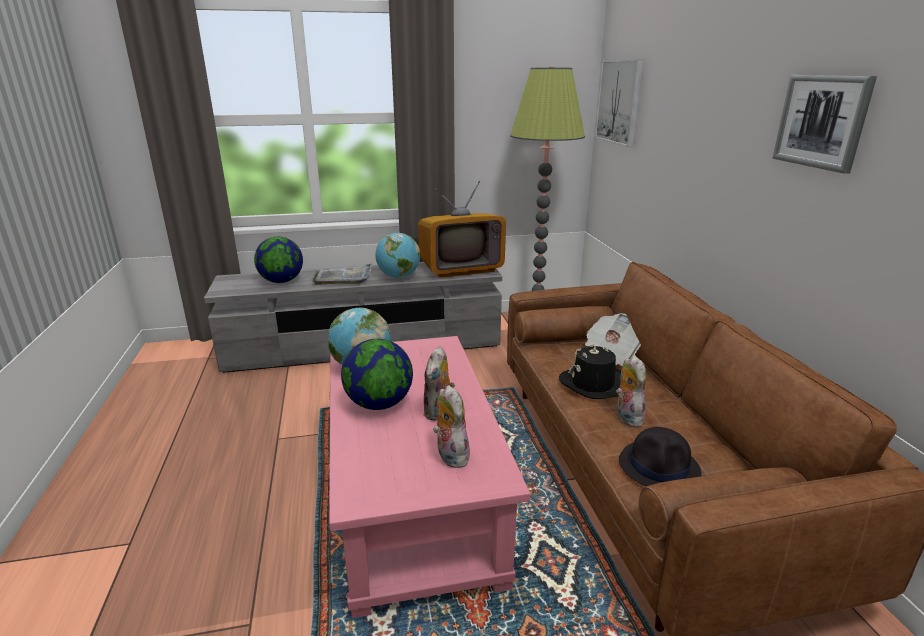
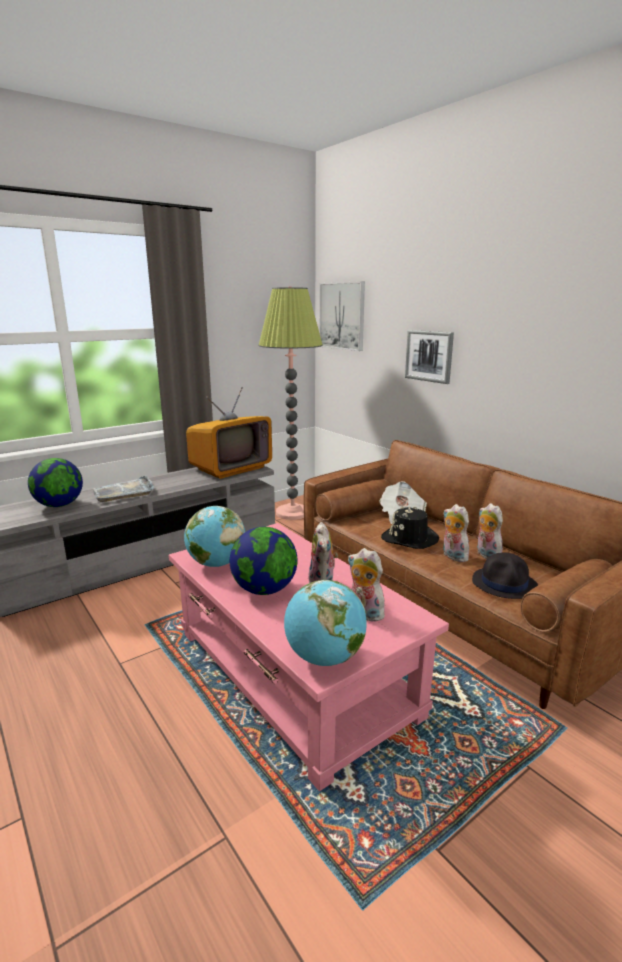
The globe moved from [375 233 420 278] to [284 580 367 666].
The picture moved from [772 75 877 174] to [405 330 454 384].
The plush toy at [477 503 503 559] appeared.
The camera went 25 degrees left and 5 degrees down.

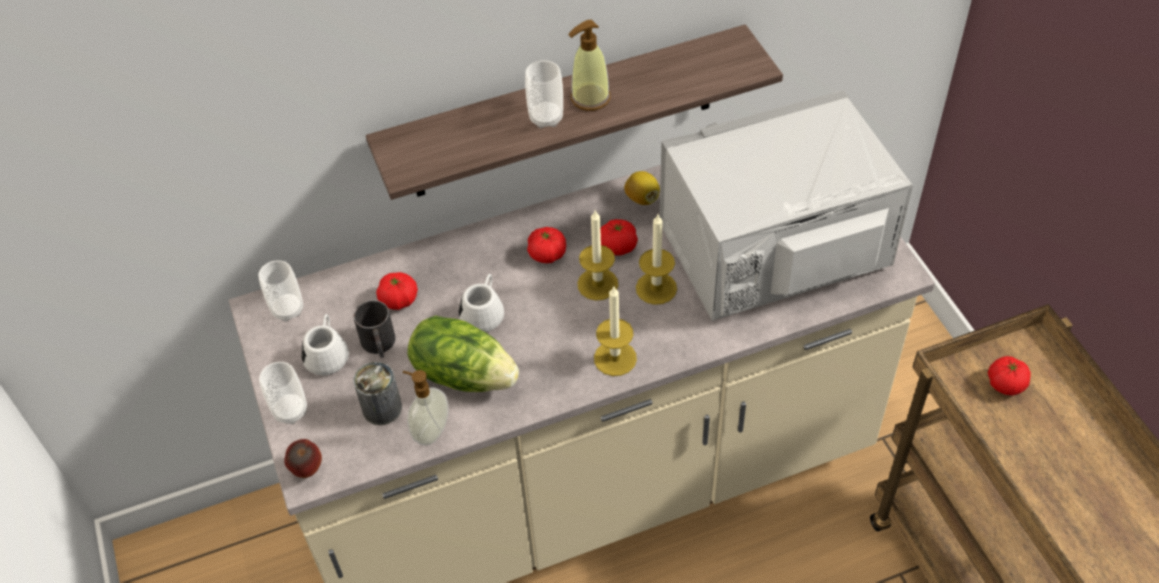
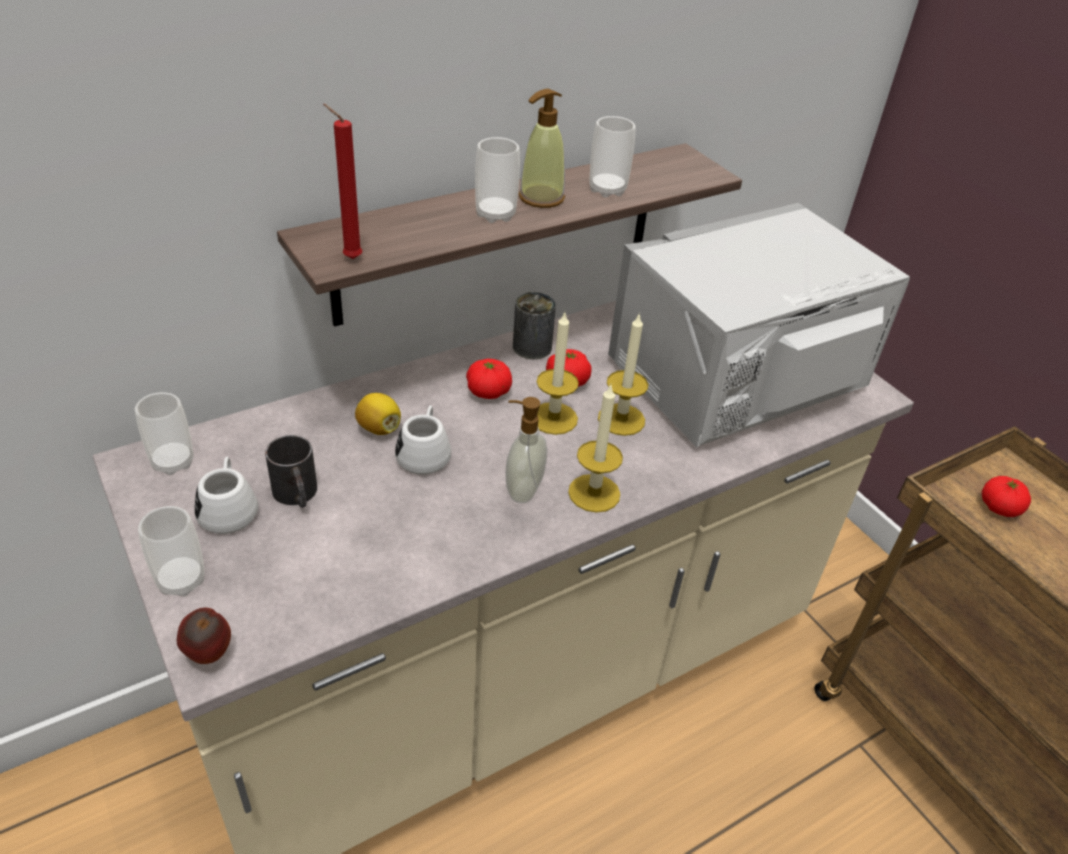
The red candle at [323 104 362 259] appeared.
The lemon moved from [624 171 660 205] to [355 393 401 435].
The soap dispenser moved from [402 370 449 446] to [505 397 548 504].
The can moved from [353 362 402 425] to [513 292 556 359].
The cup at [590 116 636 198] appeared.
The tomato at [376 272 418 310] disappeared.
The lettuce at [407 315 519 392] disappeared.
The camera went 15 degrees left and 10 degrees down.

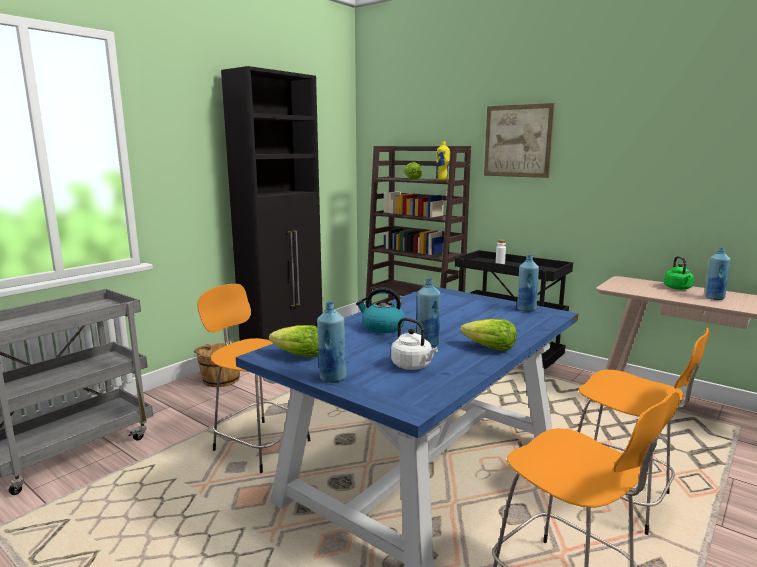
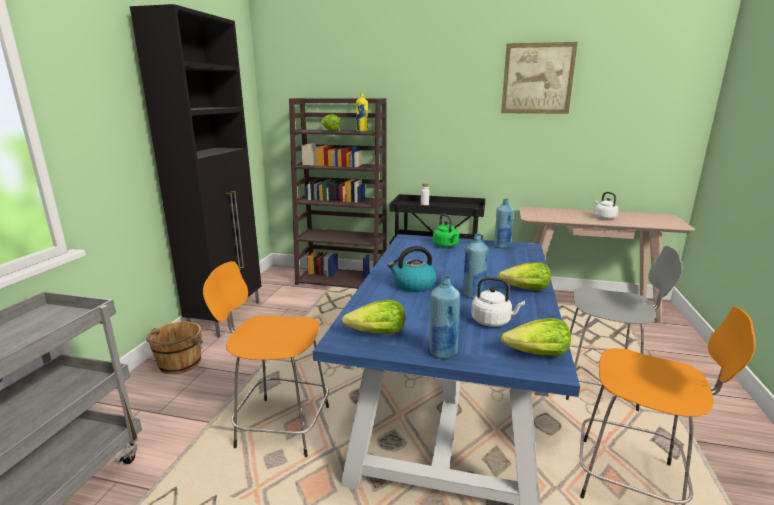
The green kettle moved from [664 256 694 290] to [433 214 459 247].
The picture moved from [484 103 555 178] to [501 42 578 114].
The lettuce at [501 318 571 356] appeared.
The orange stool at [577 328 710 535] became the grey stool at [566 246 683 411].
The blue bottle at [705 247 731 300] was replaced by the white kettle at [594 192 618 219].
The camera went 25 degrees left and 5 degrees up.

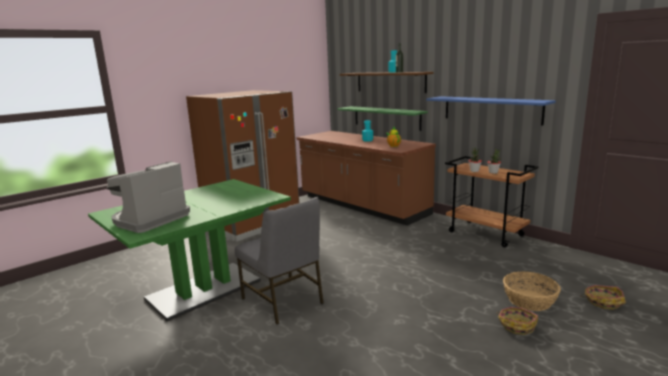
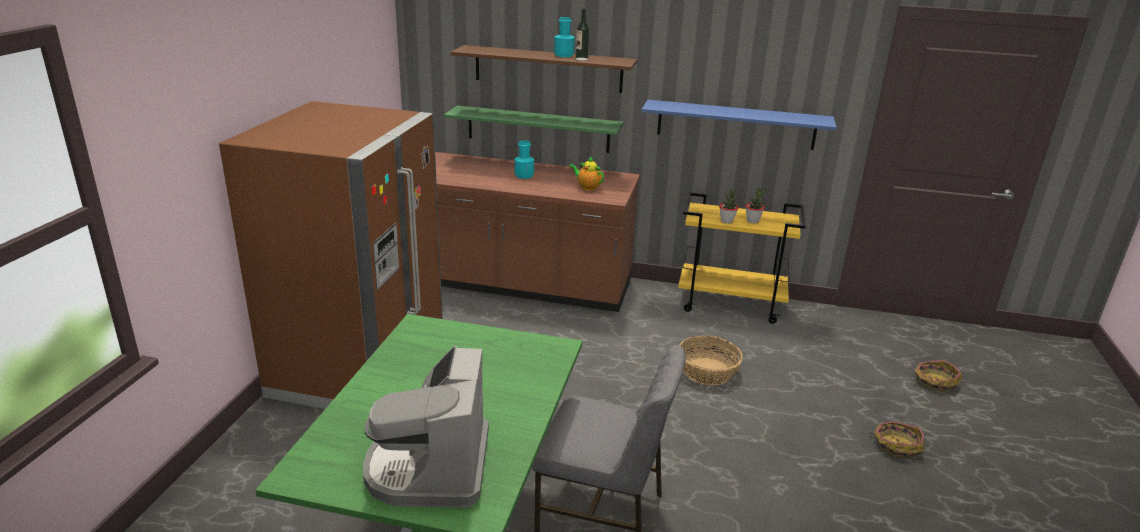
The brown cart at [445 156 539 247] became the yellow cart at [678 192 806 324].
The basket moved from [503 271 561 311] to [679 335 743 385].
The camera went 35 degrees left and 10 degrees up.

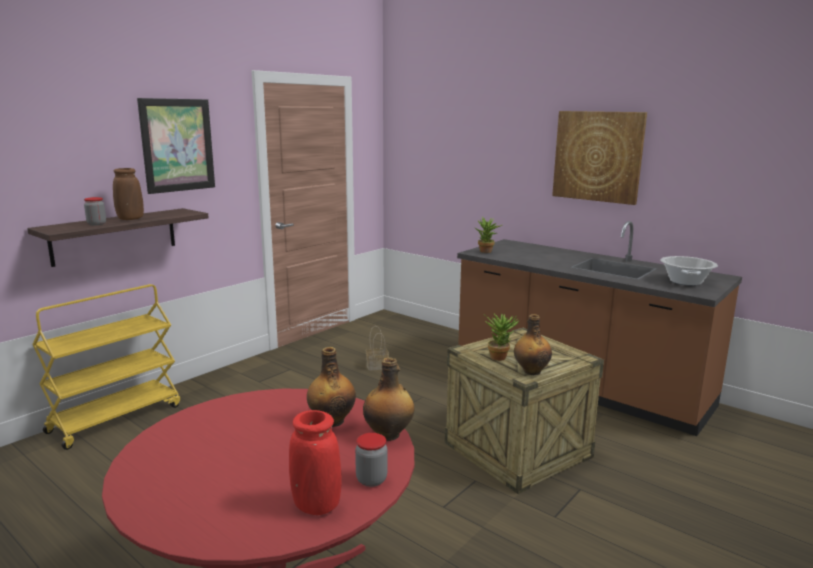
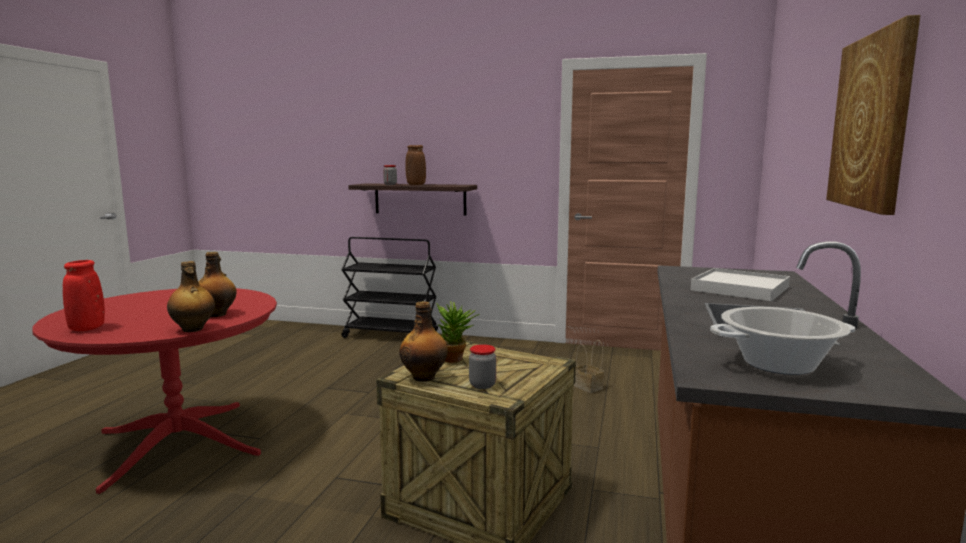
The yellow cart at [32 284 180 450] became the black cart at [341 237 438 338].
The jar moved from [355 433 387 487] to [469 344 496 389].
The white tray at [690 268 790 301] appeared.
The picture at [137 98 215 194] disappeared.
The potted plant at [475 217 502 253] disappeared.
The camera went 65 degrees right and 5 degrees down.

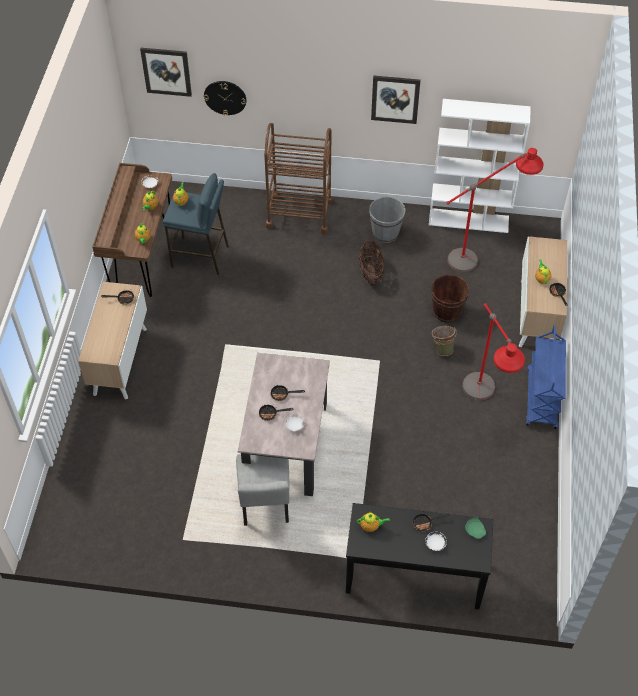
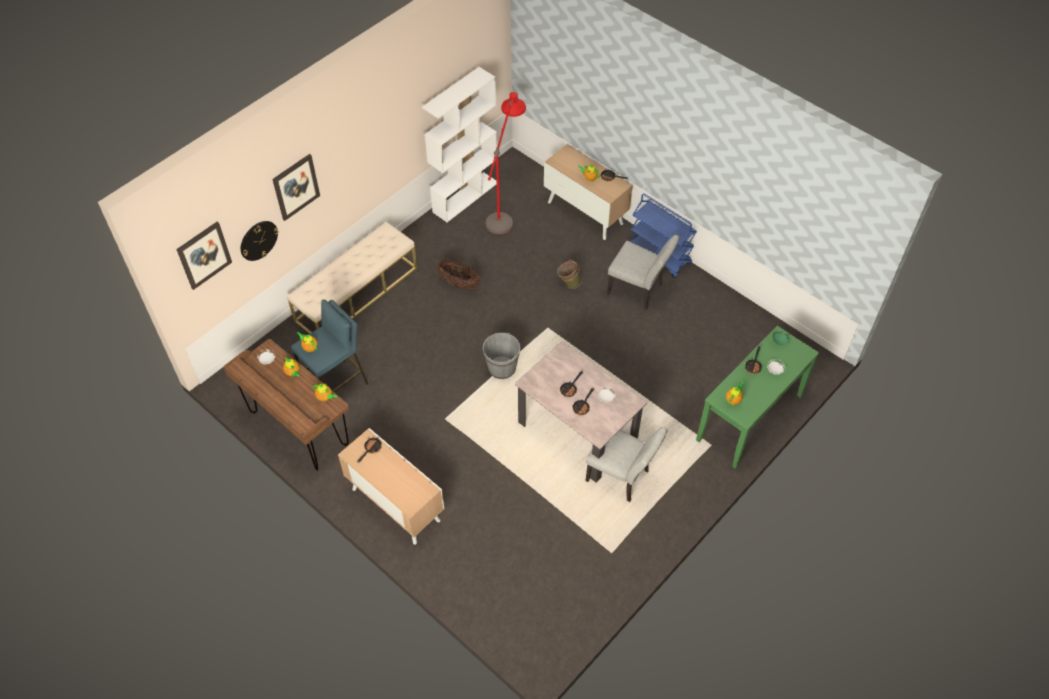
The picture moved from [371 75 421 124] to [272 154 320 221].
The brown cart at [264 123 333 234] was replaced by the beige bench at [287 222 417 334].
The grey bucket moved from [369 197 405 243] to [483 333 520 379].
The red floor lamp at [462 303 525 400] was replaced by the grey chair at [607 235 680 310].
The black console table at [346 503 493 610] became the green console table at [696 326 819 469].
The brown bucket at [431 274 469 322] disappeared.
The camera went 55 degrees left and 0 degrees up.

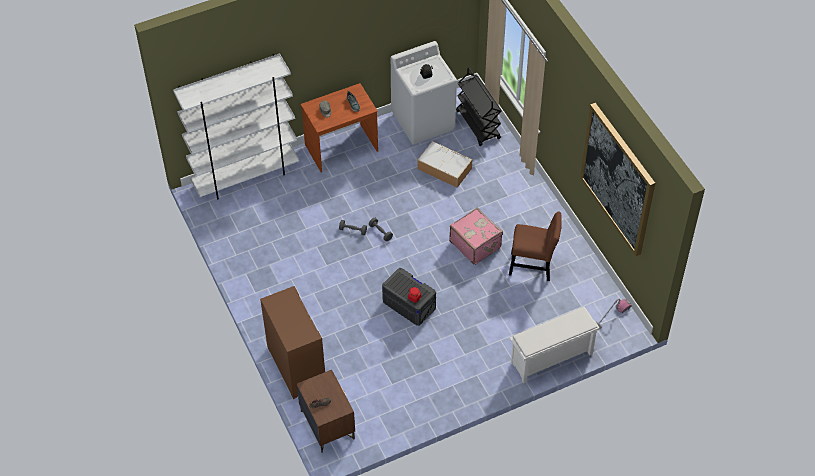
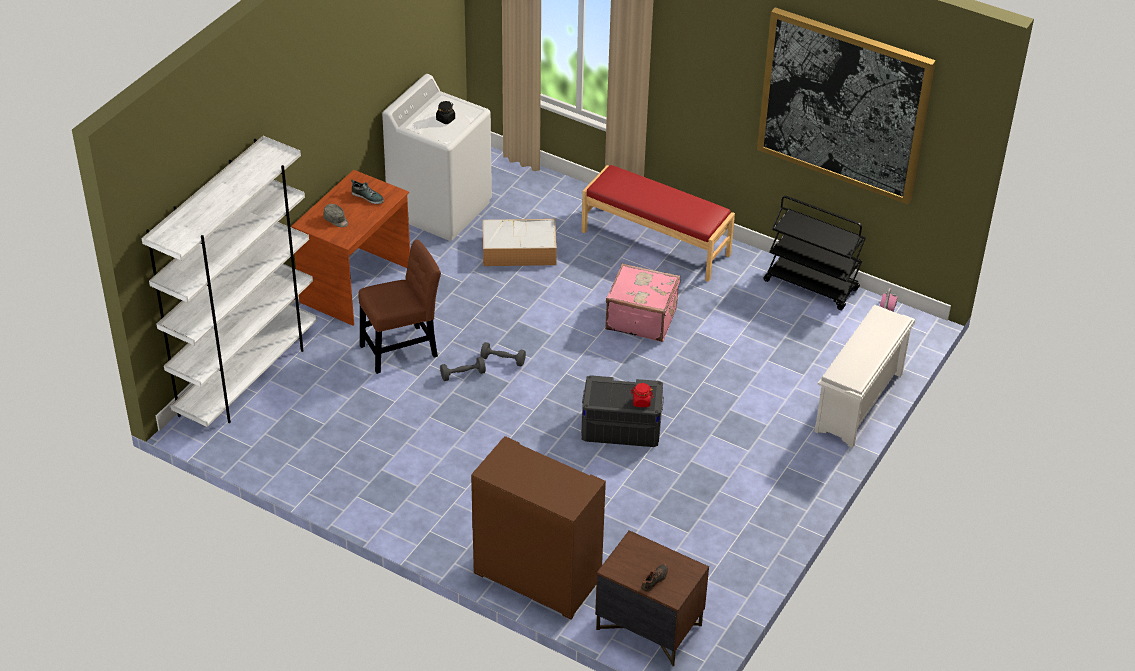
The brown chair moved from [509 211 562 281] to [358 240 441 374].
The red bench at [582 165 735 282] appeared.
The black cart moved from [456 67 502 146] to [763 196 866 310].
The camera went 35 degrees left and 10 degrees down.

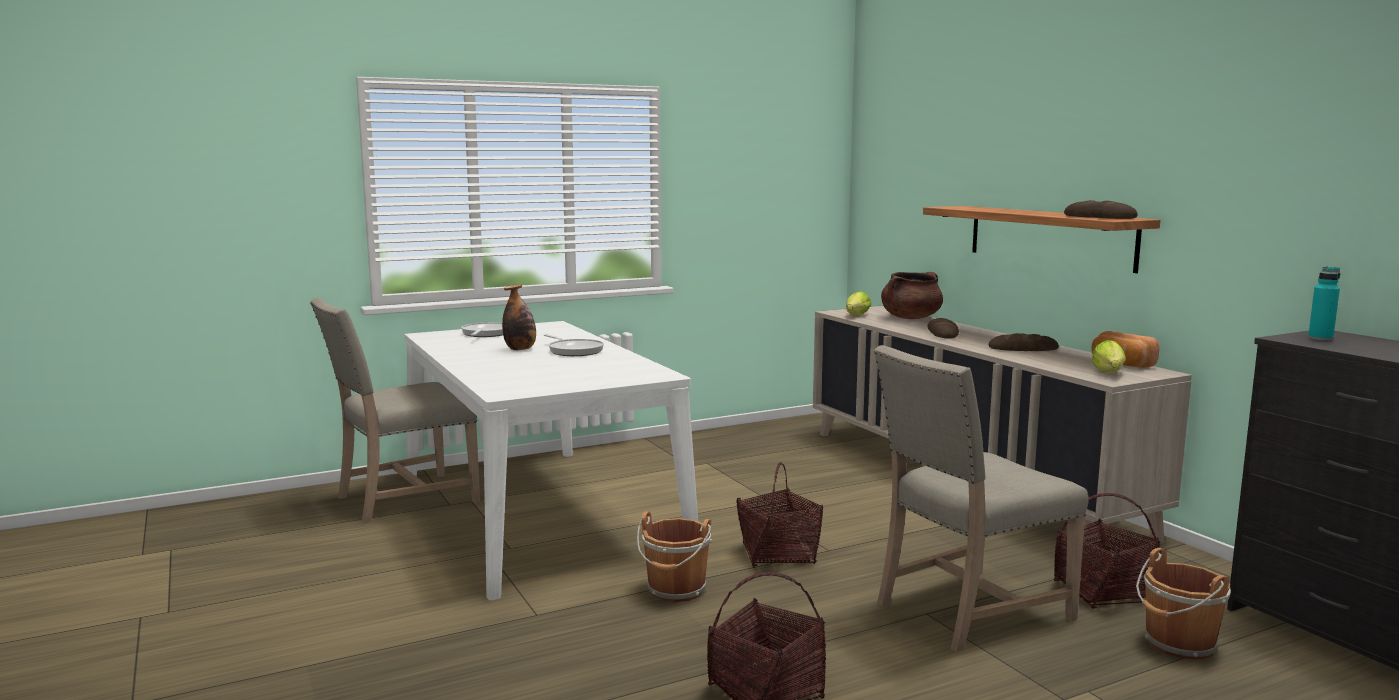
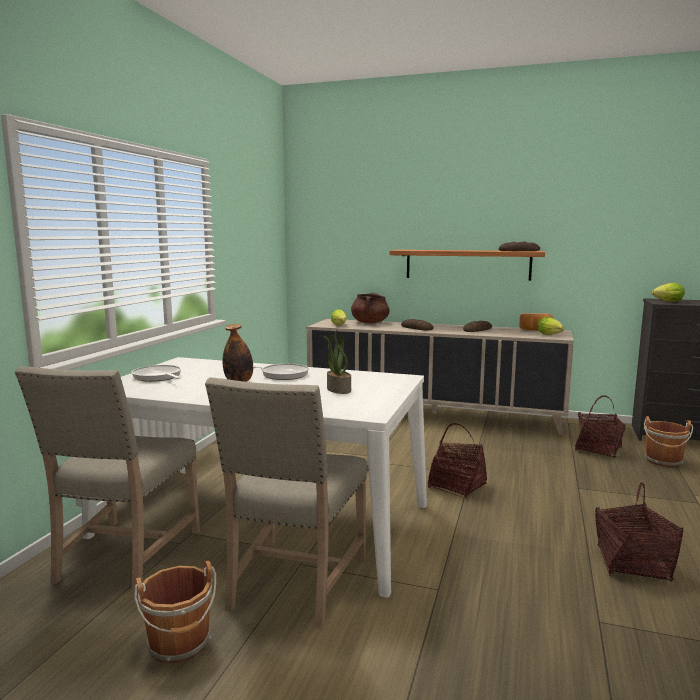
The brown bucket moved from [637 511 712 602] to [134 560 216 663].
The beige chair moved from [874 345 1089 652] to [205 377 367 629].
The potted plant at [324 330 351 394] appeared.
The turquoise bottle at [1308 266 1340 341] was replaced by the lettuce at [652 283 685 302].
The camera went 45 degrees left and 0 degrees up.

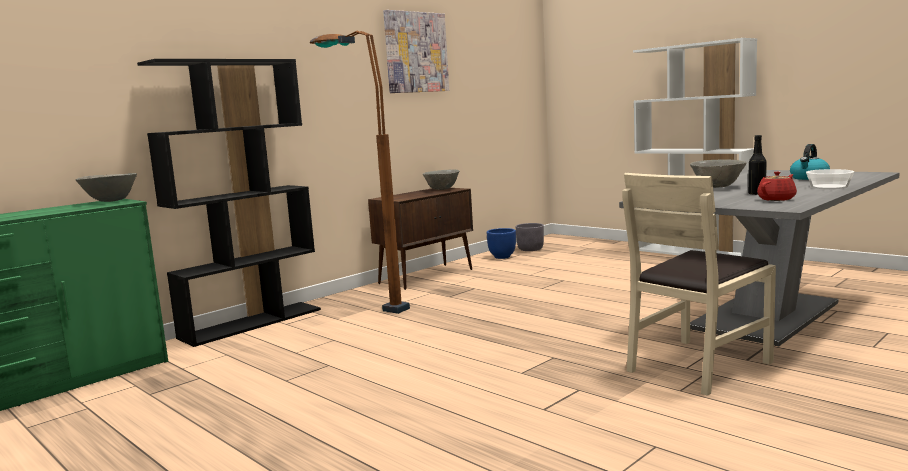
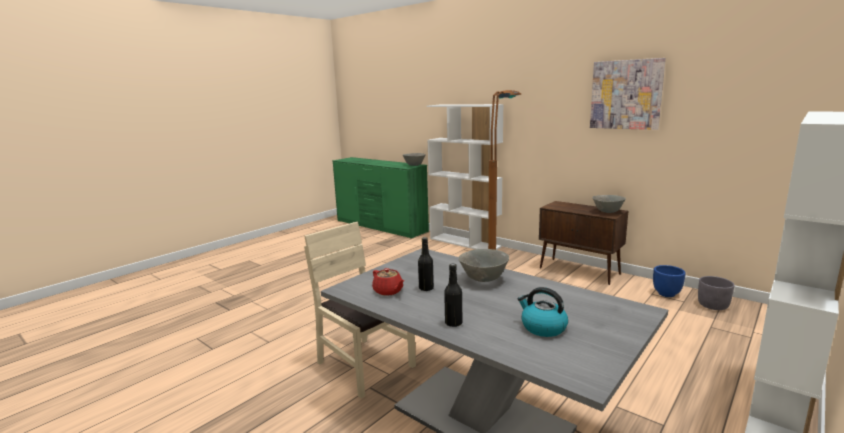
The black bookcase at [137 59 321 347] became the white bookcase at [427 104 504 250].
The bowl at [806 169 854 189] was replaced by the black bottle at [444 264 462 327].
The camera went 85 degrees right and 5 degrees up.

